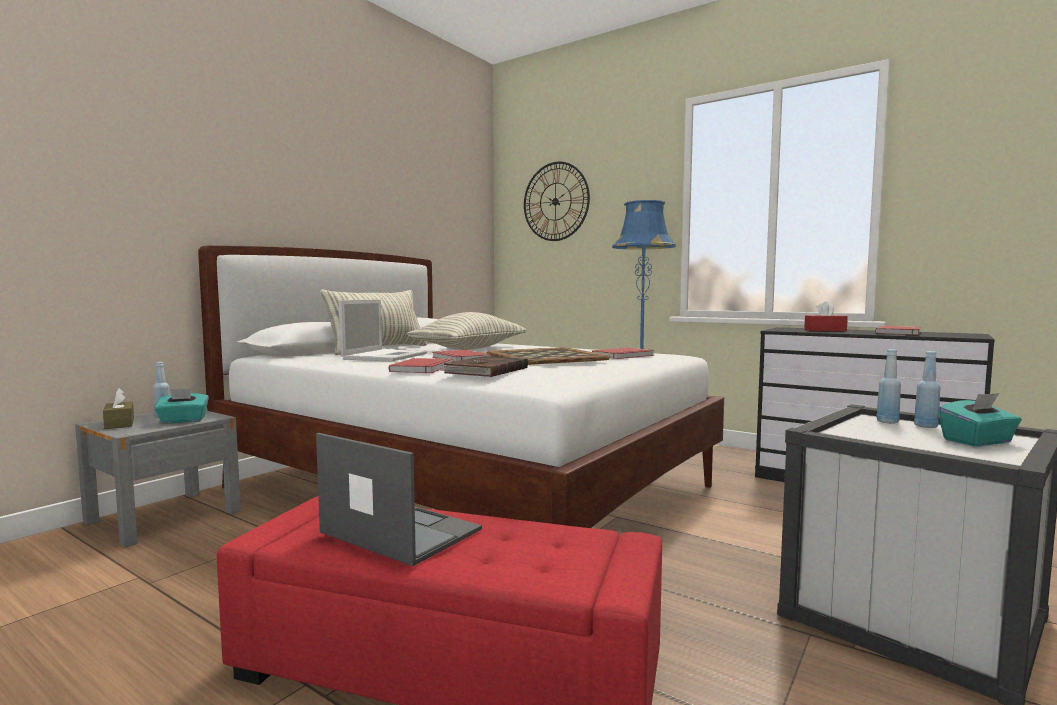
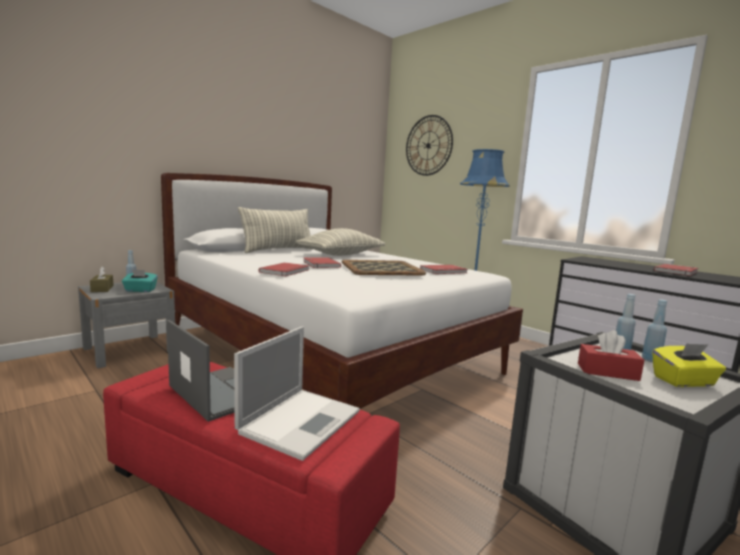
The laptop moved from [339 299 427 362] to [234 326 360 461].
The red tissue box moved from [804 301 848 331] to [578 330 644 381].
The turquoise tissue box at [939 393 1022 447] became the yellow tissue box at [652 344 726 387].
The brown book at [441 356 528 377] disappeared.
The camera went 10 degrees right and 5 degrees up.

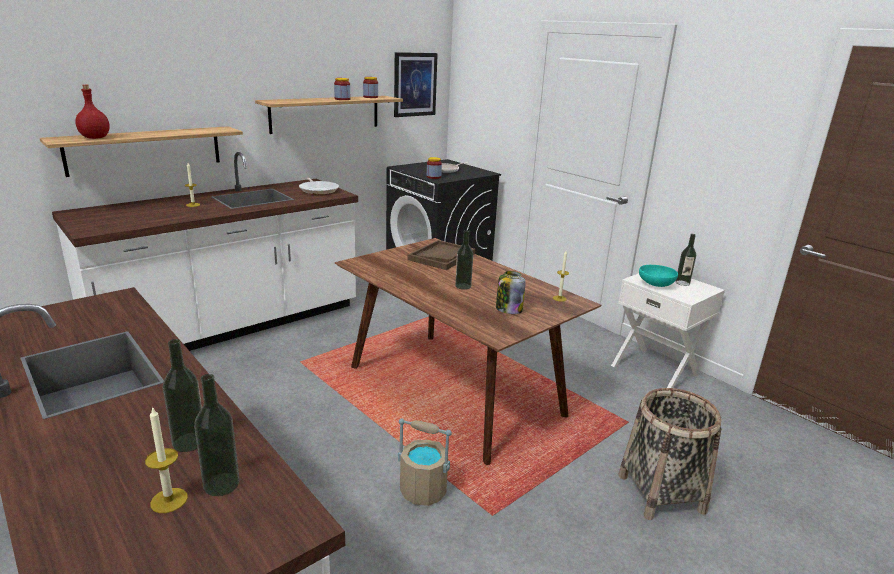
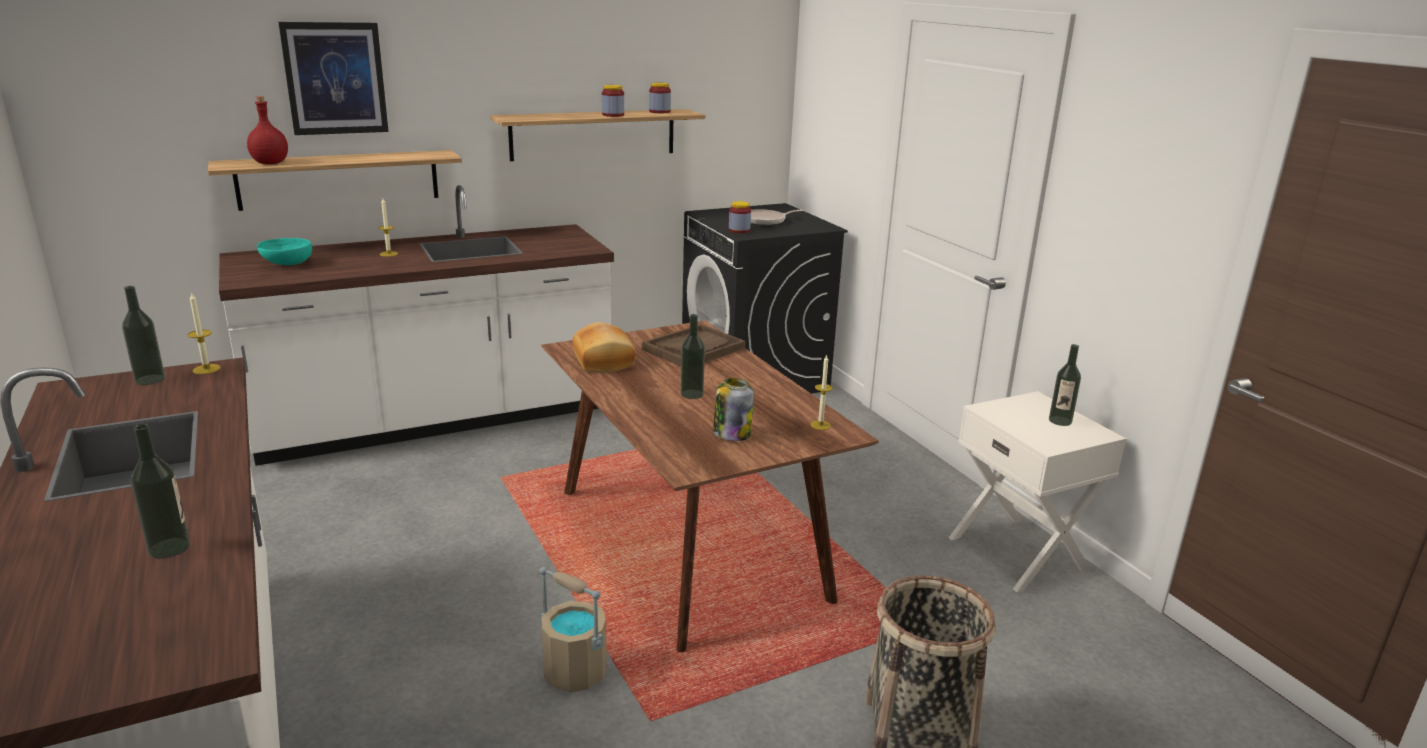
The bottle moved from [194 374 240 496] to [122 286 165 385].
The candle moved from [145 406 188 513] to [188 292 221 374].
The turquoise bowl moved from [639 265 678 287] to [257 238 312 265].
The picture moved from [394 52 438 117] to [278 22 389 135].
The bread at [573 322 636 373] appeared.
The frying pan at [299 177 339 195] disappeared.
The camera went 15 degrees right and 0 degrees up.

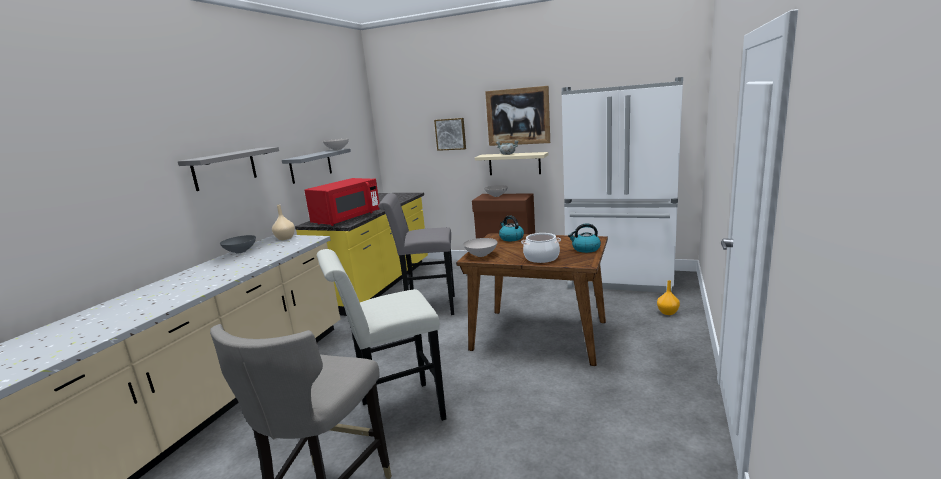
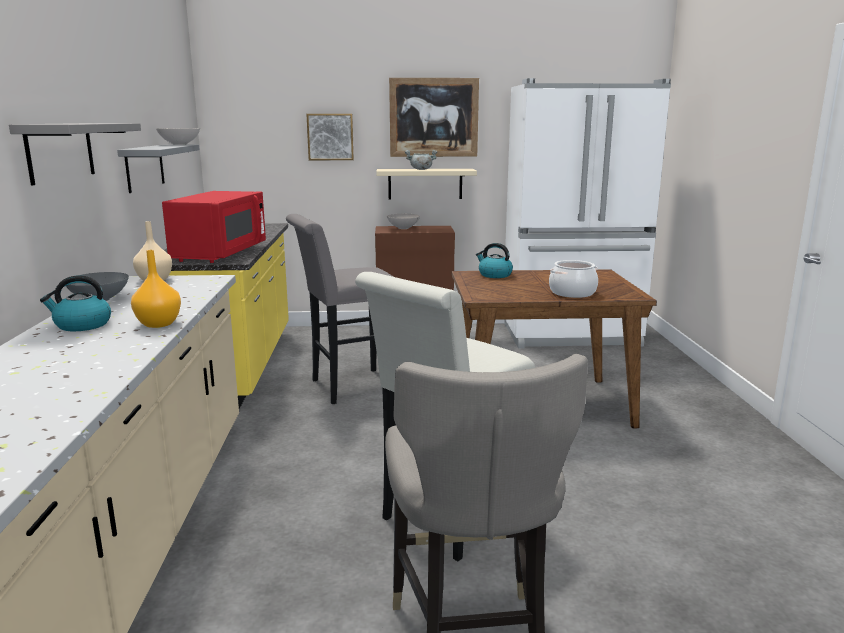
The kettle moved from [568 224 601 253] to [40 276 111 331].
The orange vase moved from [657 280 680 315] to [131 250 181 328].
The white bowl at [463 238 498 257] disappeared.
The camera went 25 degrees left and 0 degrees up.

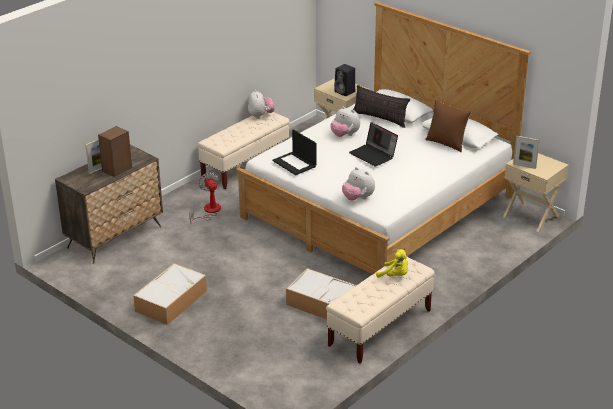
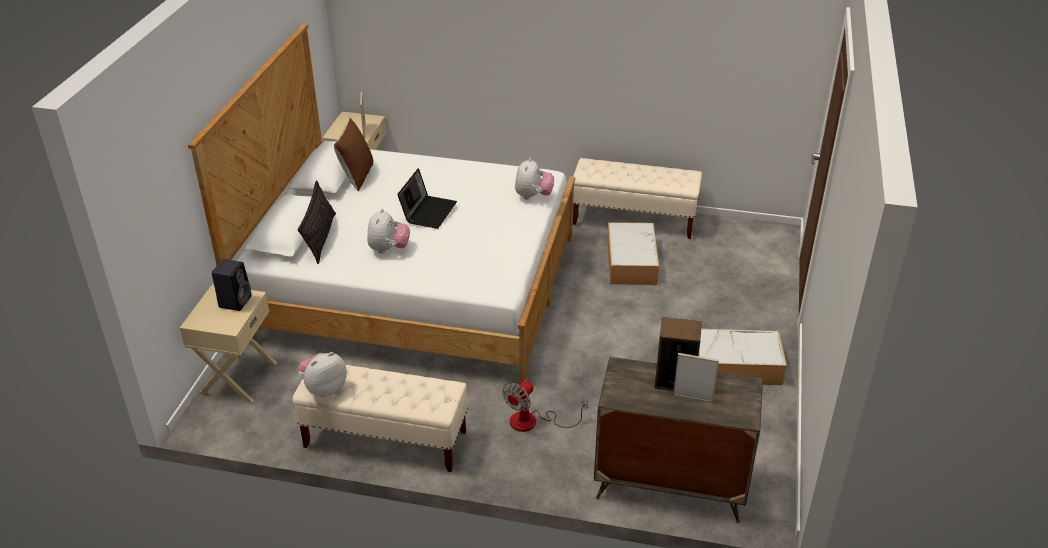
The laptop at [273 129 317 175] disappeared.
The yellow plush toy at [376 249 408 278] disappeared.
The camera went 120 degrees left and 5 degrees up.

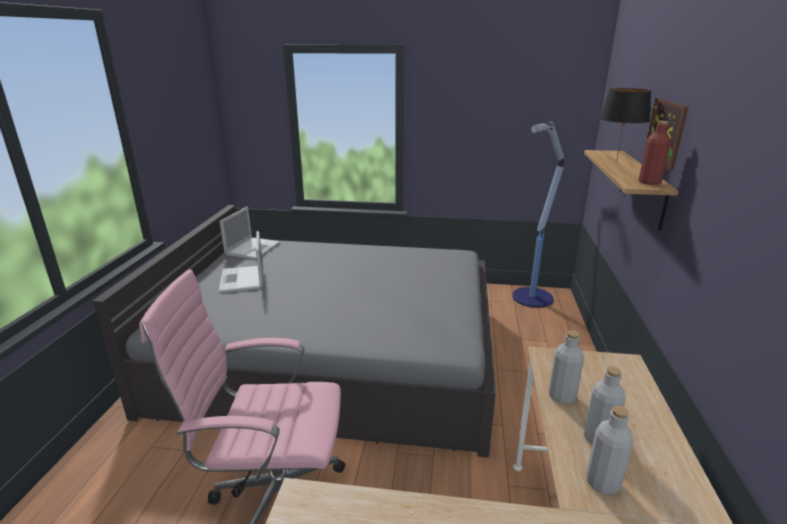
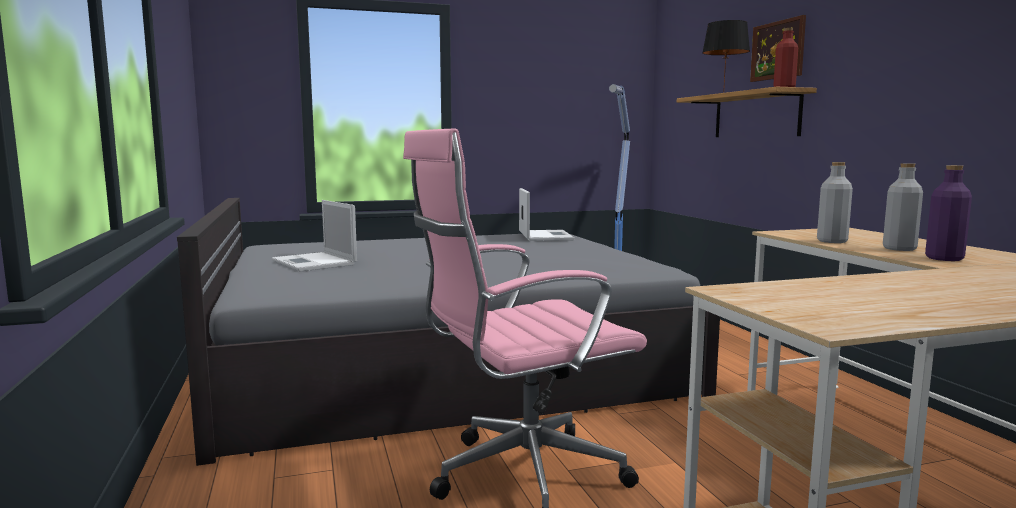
The laptop moved from [220 207 280 260] to [519 188 575 241].
The grey bottle at [586 405 634 495] became the purple bottle at [925 165 972 261].
The camera went 25 degrees left and 15 degrees down.

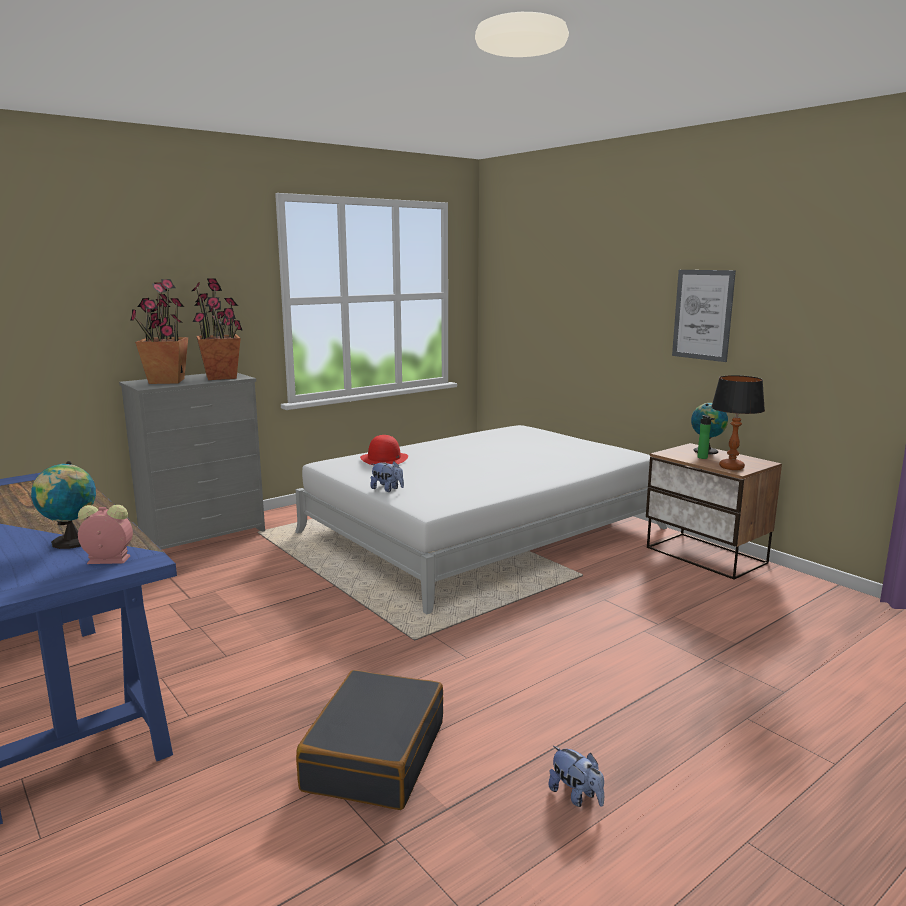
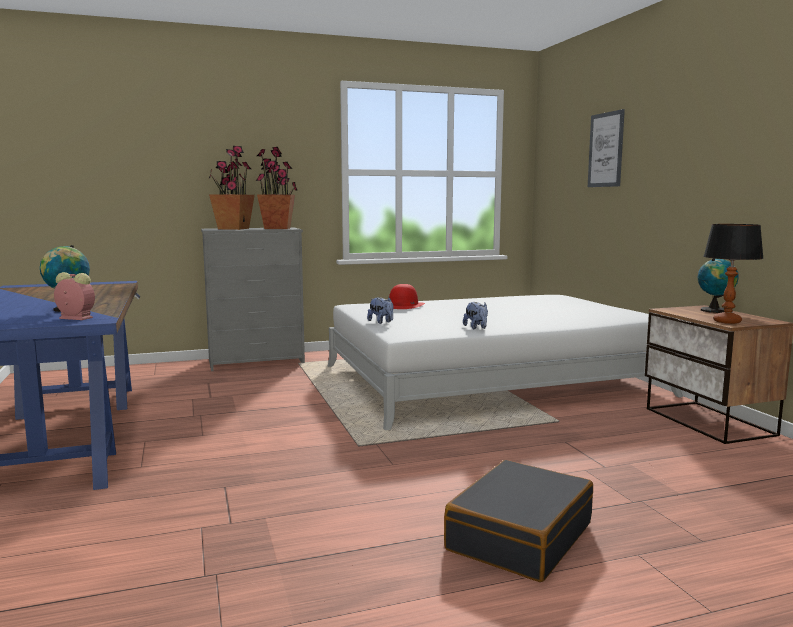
The black suitcase moved from [296 670 443 810] to [444 460 593 582].
The plush toy moved from [548 746 604 807] to [463 302 488 329].
The picture moved from [672 270 736 362] to [588 109 625 187].
The bottle at [697 415 715 459] disappeared.
The camera went 20 degrees right and 5 degrees down.

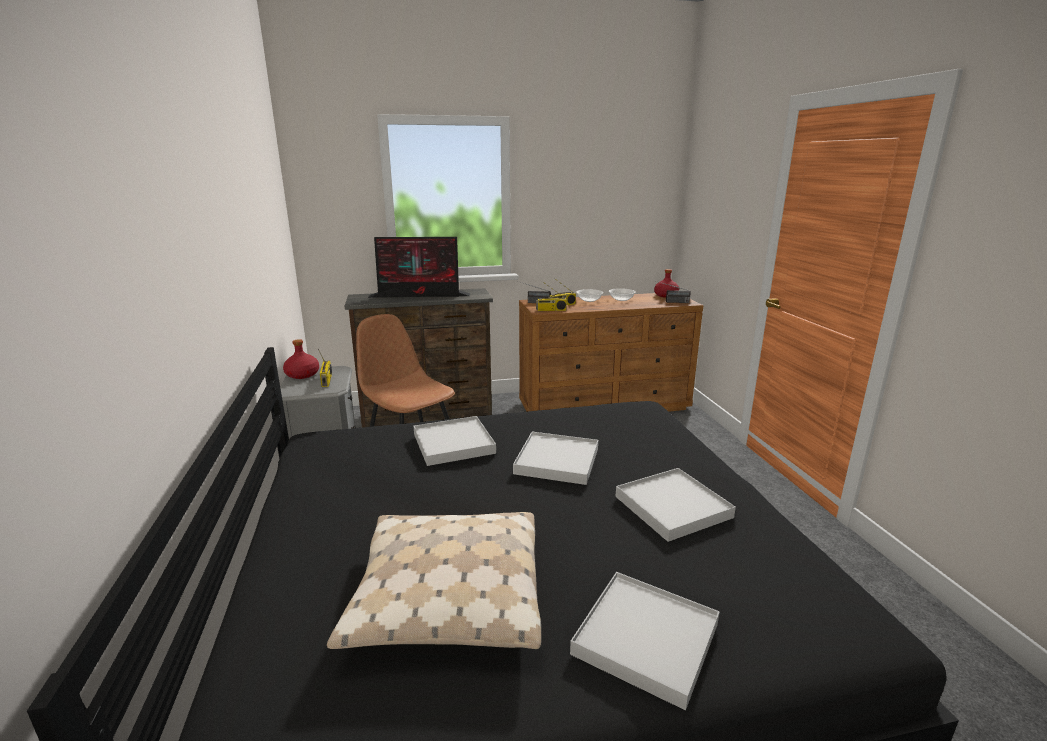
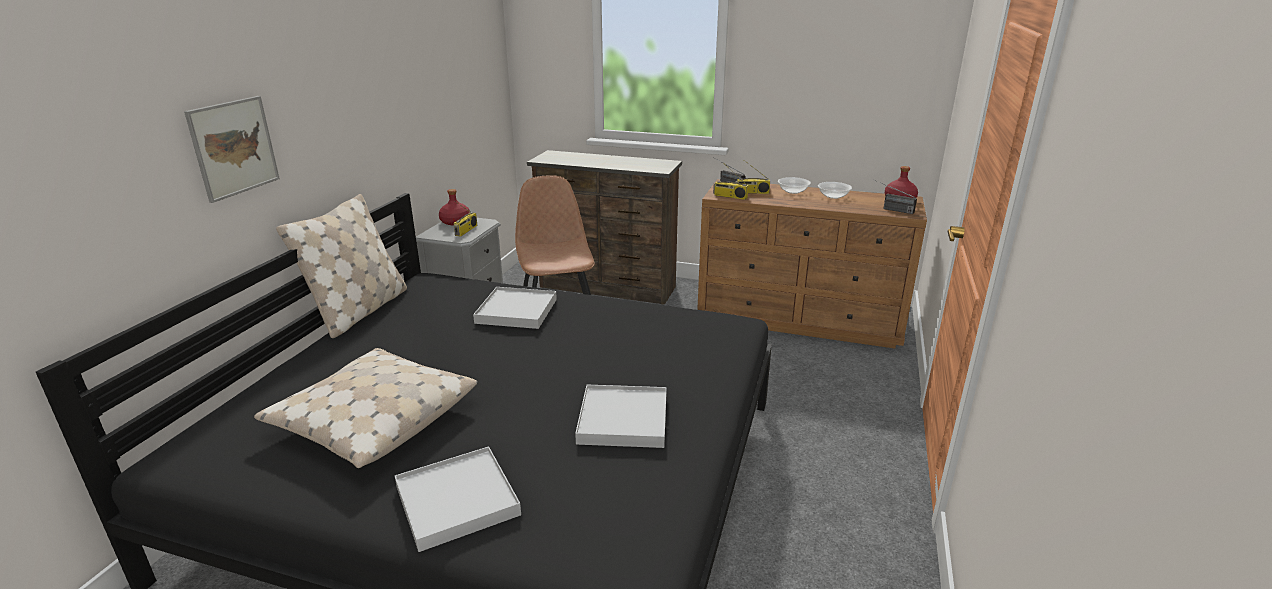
The picture at [184 96 280 203] appeared.
The beige pillow at [276 194 407 338] appeared.
The monitor at [368 237 470 298] disappeared.
The white tray at [513 432 598 485] disappeared.
The camera went 30 degrees right and 5 degrees up.

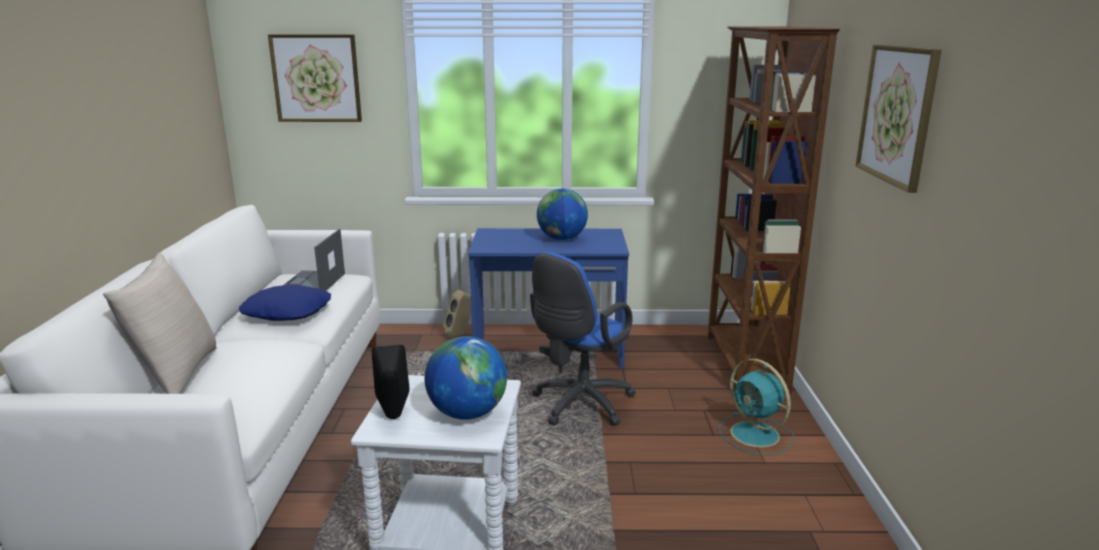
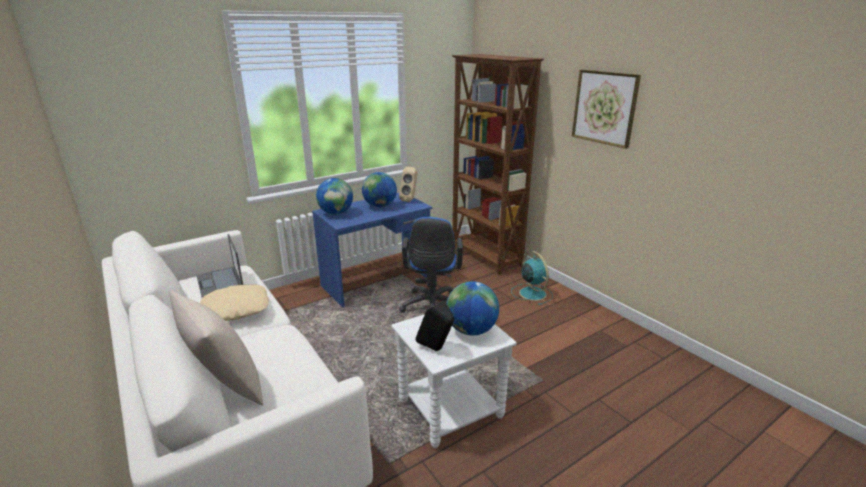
The blue pillow at [239 285 331 321] became the beige pillow at [200 285 269 321].
The globe at [316 178 353 215] appeared.
The beige speaker moved from [443 290 471 337] to [399 167 418 202].
The turquoise fan at [719 359 795 455] turned 135 degrees counterclockwise.
The picture at [268 34 362 122] disappeared.
The camera went 35 degrees left and 5 degrees up.

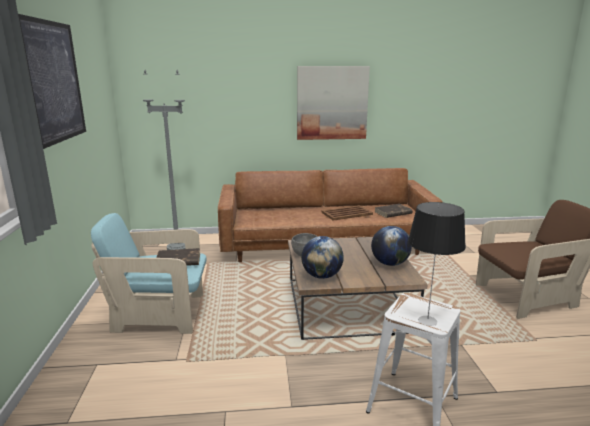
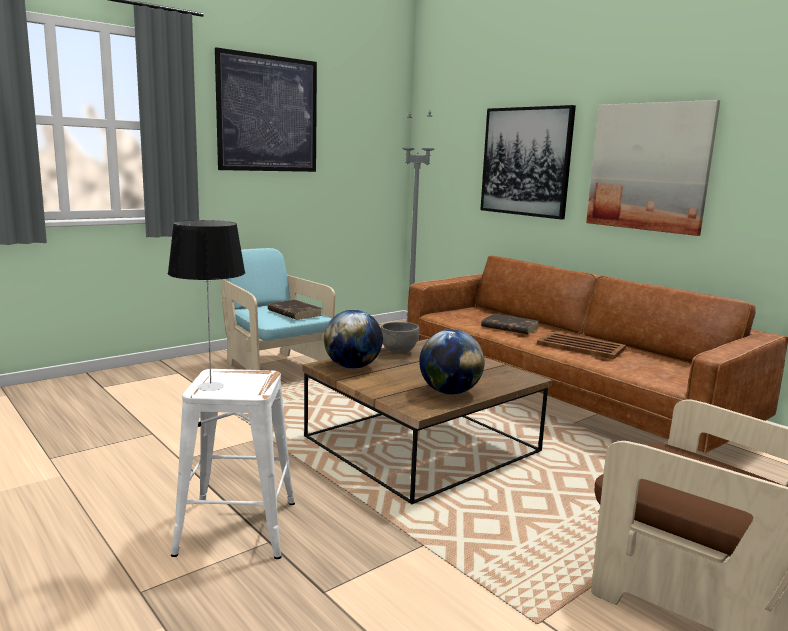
The picture at [480 105 576 219] appeared.
The brown book moved from [374 204 413 218] to [481 313 539 334].
The camera went 55 degrees right and 5 degrees down.

